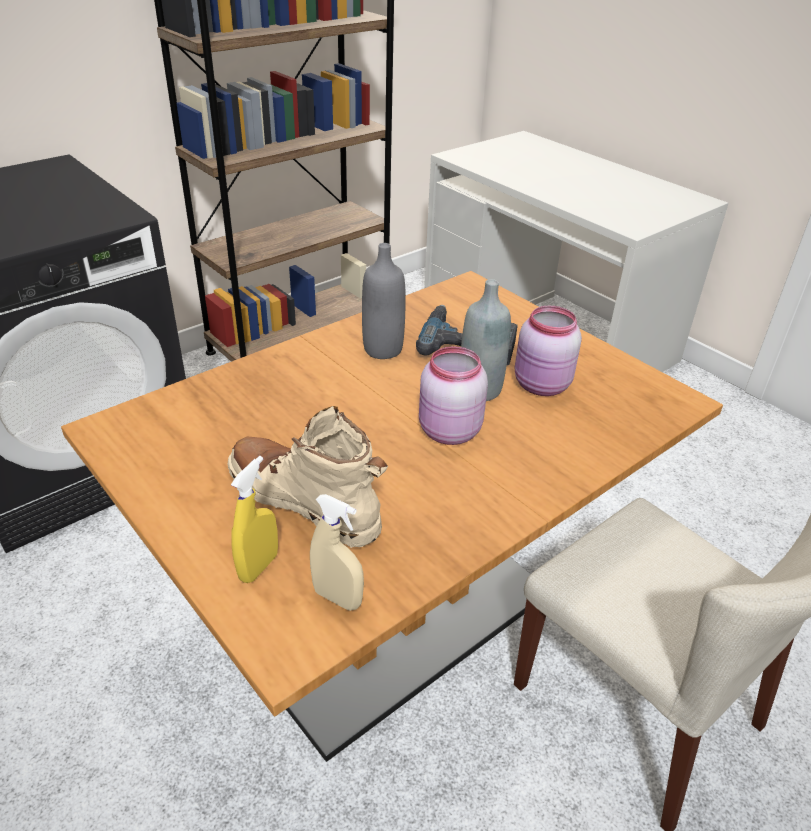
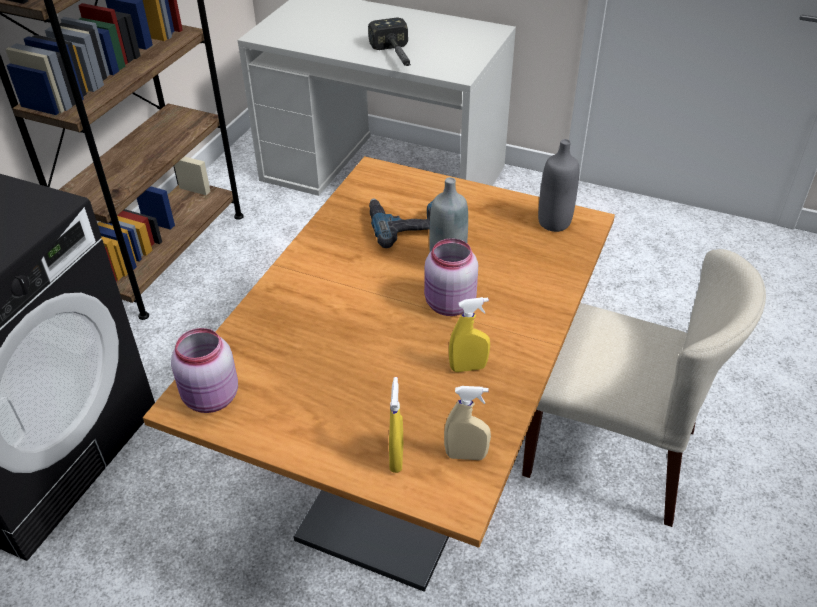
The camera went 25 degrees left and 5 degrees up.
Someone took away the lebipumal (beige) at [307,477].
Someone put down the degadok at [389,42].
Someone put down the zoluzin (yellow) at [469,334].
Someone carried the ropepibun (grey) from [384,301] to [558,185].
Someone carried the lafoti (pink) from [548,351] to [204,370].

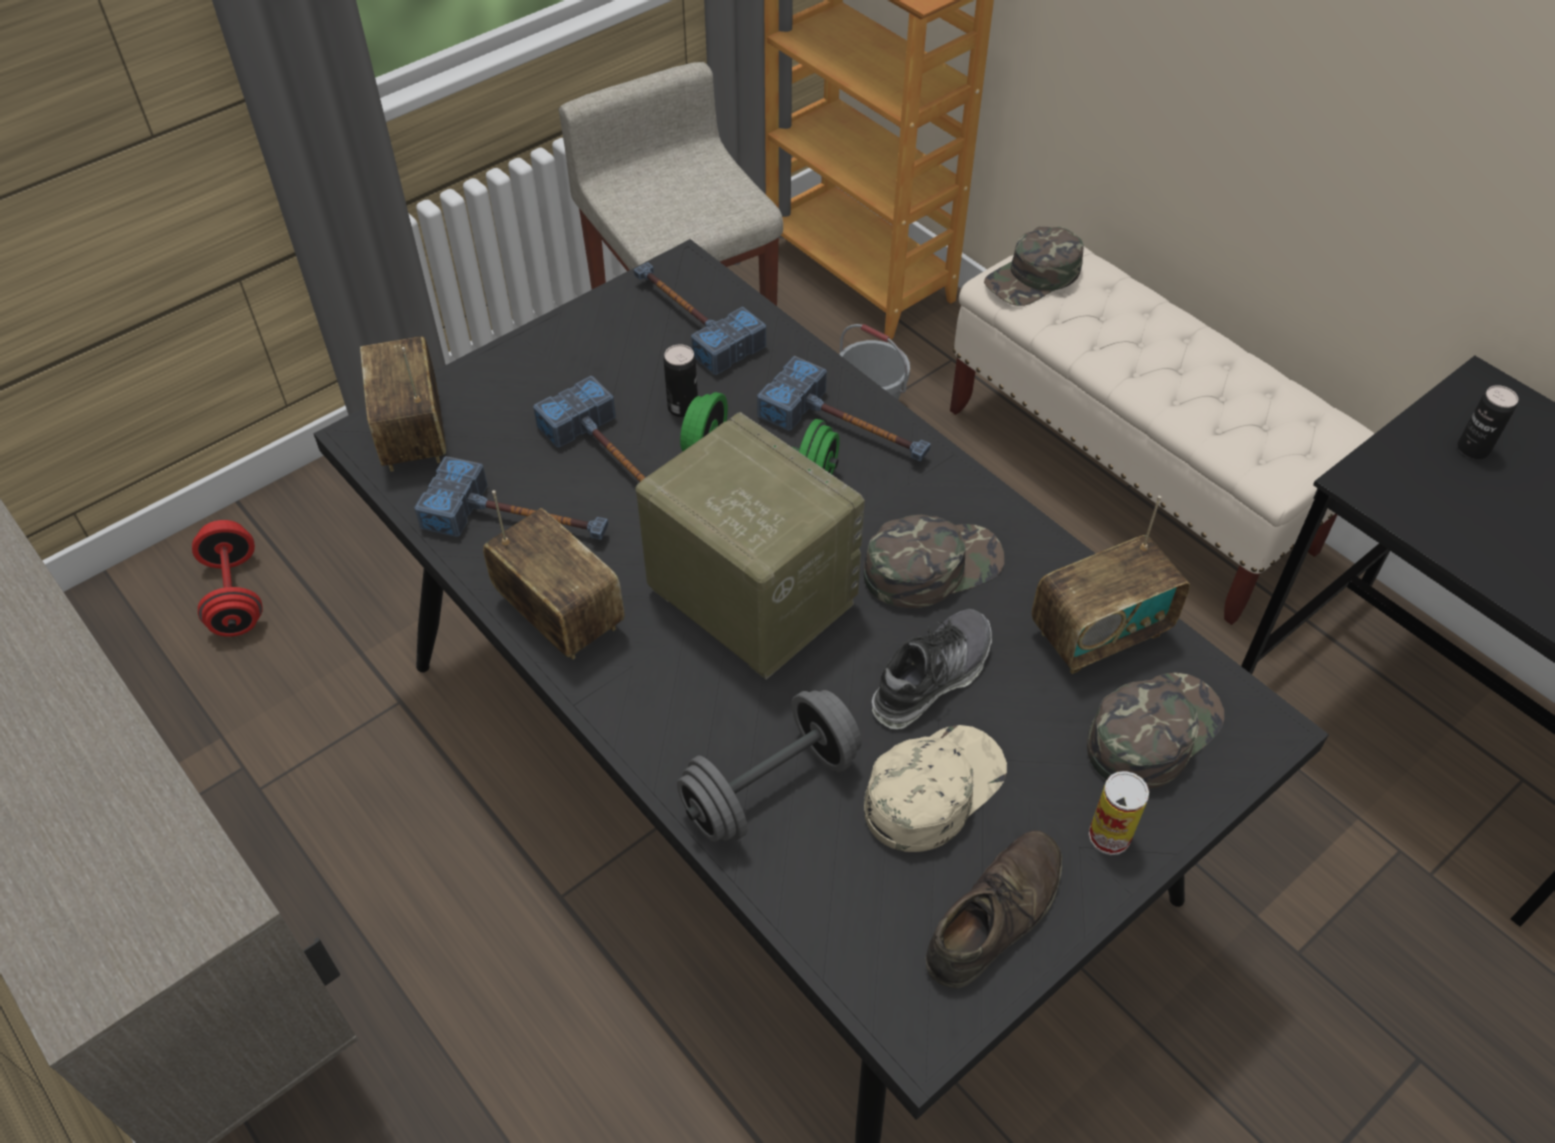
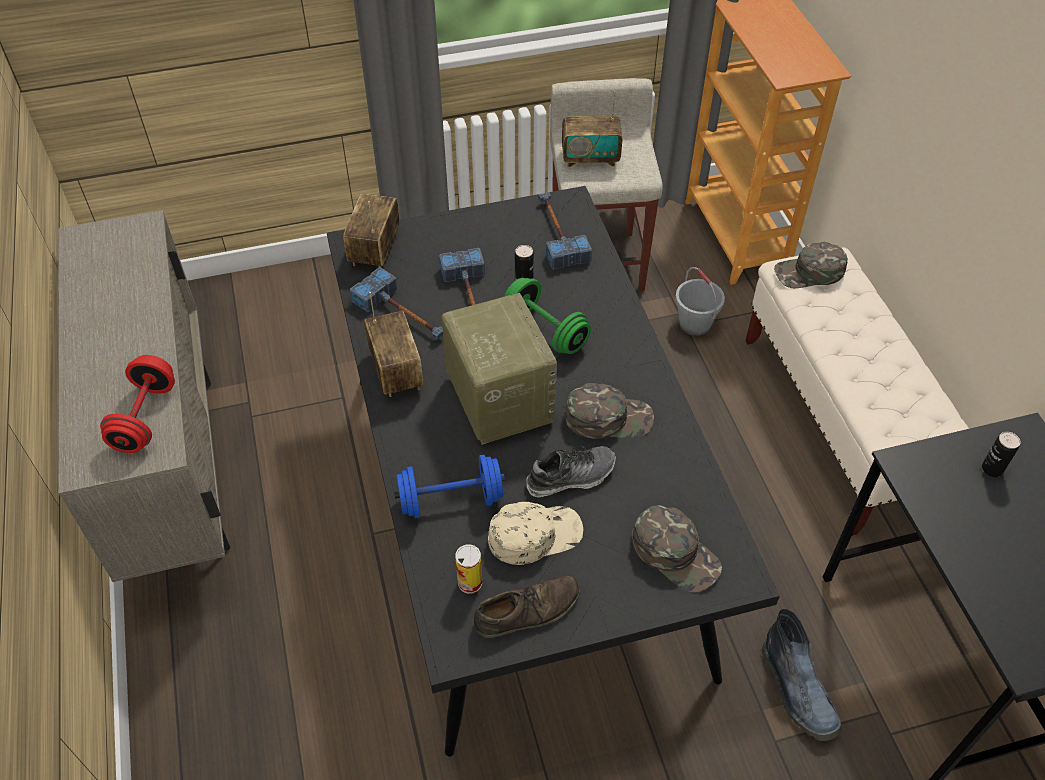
The camera went 25 degrees right and 0 degrees up.
Someone took away the degadok at [844,408].
Someone put down the lebipumal at [801,675].
Someone carried the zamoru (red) from [227,578] to [137,404].
Someone carried the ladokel from [1111,584] to [592,129].
Someone carried the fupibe from [1118,813] to [468,569].
Someone repainted the zamoru (grey) at [769,766], which became the zamoru (blue) at [449,486].
Someone rotated the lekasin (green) at [1155,730] by 60 degrees clockwise.

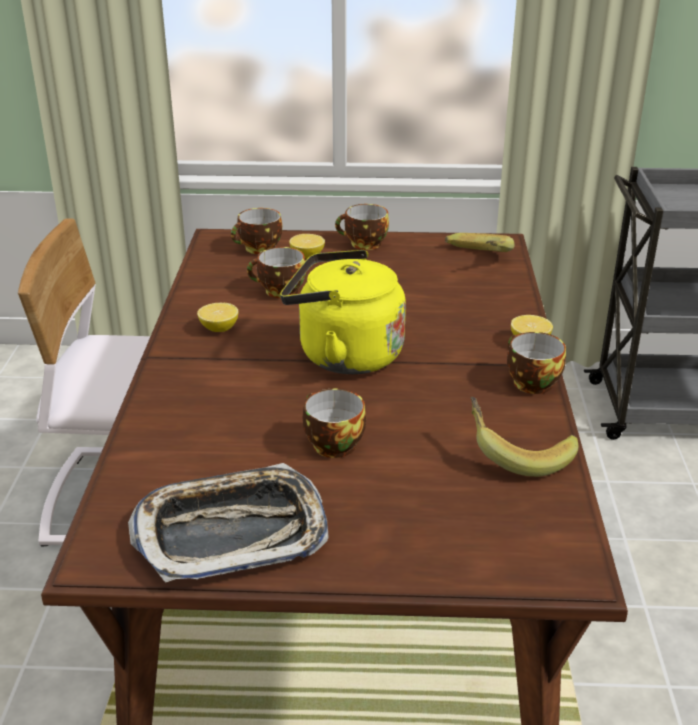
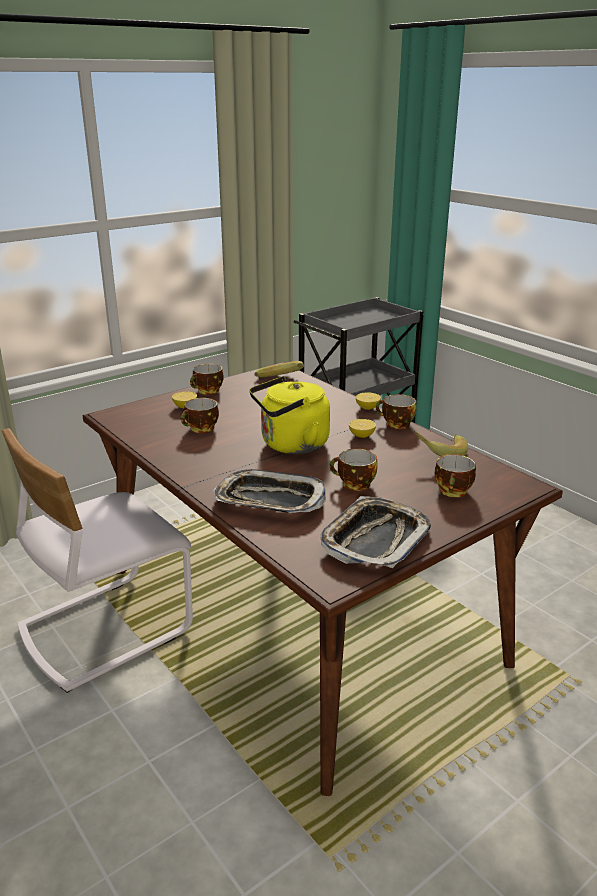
The camera went 40 degrees left and 5 degrees down.
Someone put down the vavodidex at [269,491].
Someone carried the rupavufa from [217,317] to [362,428].
Someone carried the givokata from [256,231] to [455,475].

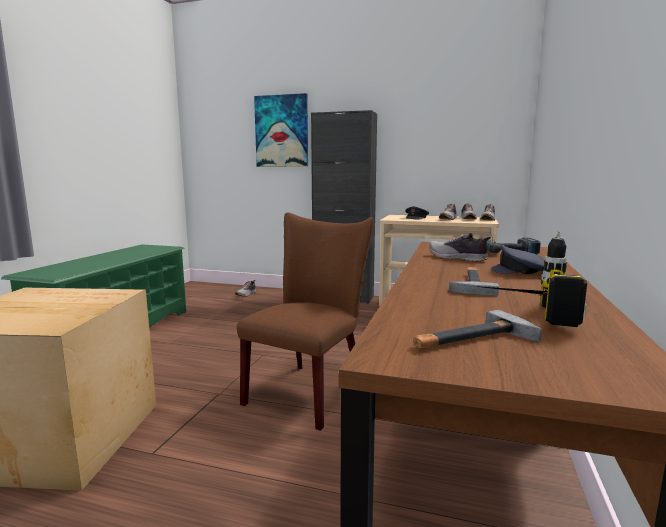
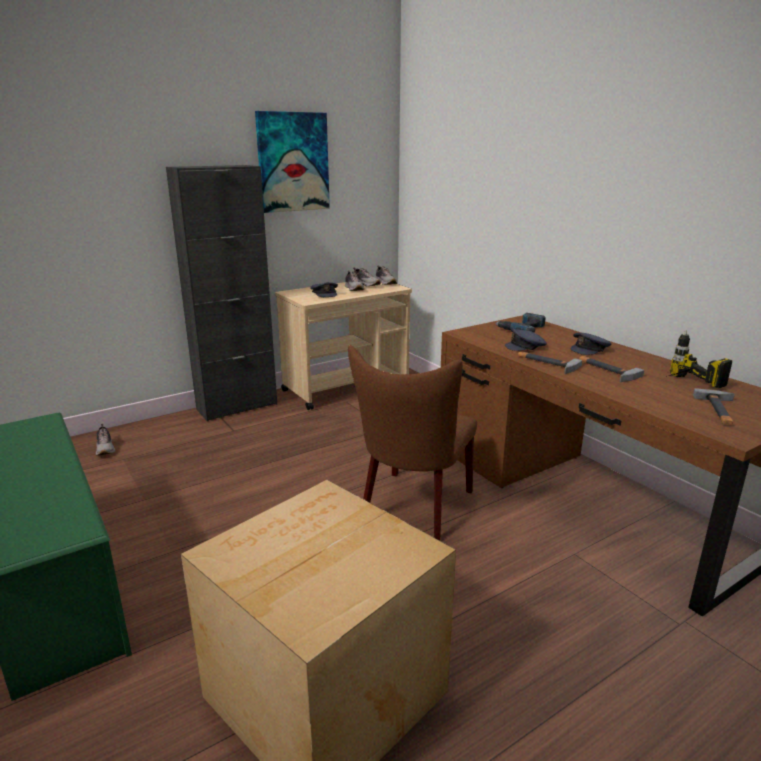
The camera went 50 degrees left and 10 degrees up.
Someone put down the degadok at [550,362].
Someone carried the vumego from [281,130] to [292,162].
Someone swapped the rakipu at [460,247] for the lekasin (grey) at [526,339].
Someone rotated the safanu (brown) at [305,321] by 135 degrees counterclockwise.

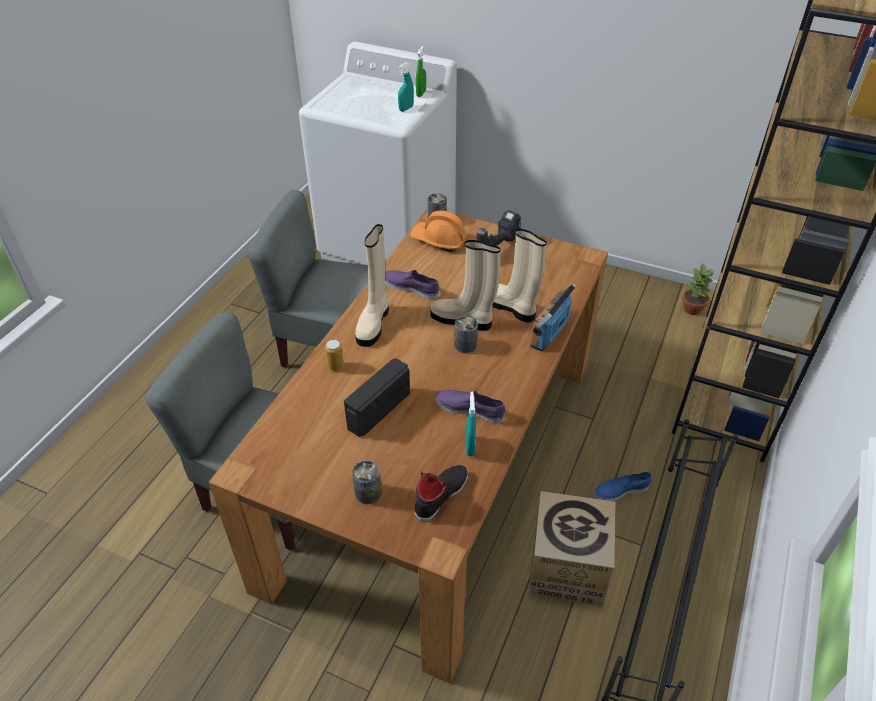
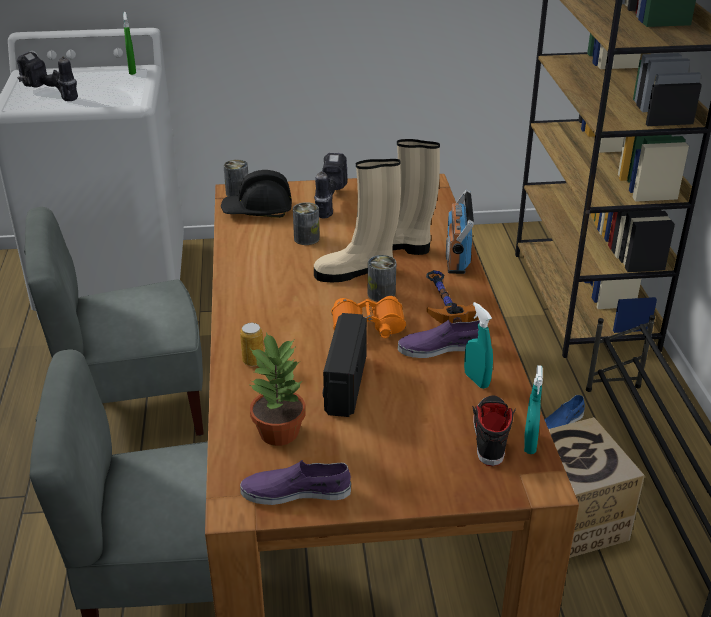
The camera went 30 degrees left and 10 degrees down.
Someone took away the lebipumal (beige) at [372,285].
Someone put down the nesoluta at [47,76].
Someone put down the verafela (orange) at [368,317].
Someone put down the degadok at [452,297].
Someone carried the fupibe from [367,482] to [306,223].
Someone carried the rakipu (purple) from [412,284] to [295,482].
Someone carried the zoluzin (turquoise) from [406,87] to [533,409].
Someone carried the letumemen from [698,289] to [278,389].
Someone repainted the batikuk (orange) at [439,231], which became the batikuk (black) at [256,194].

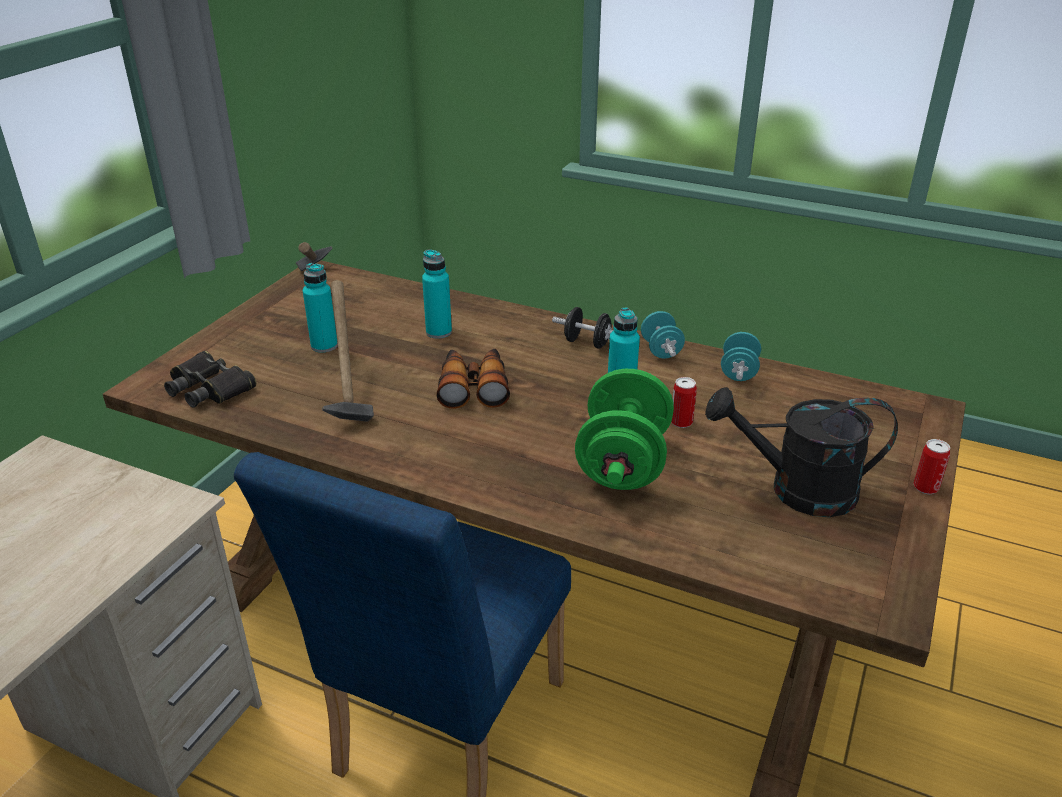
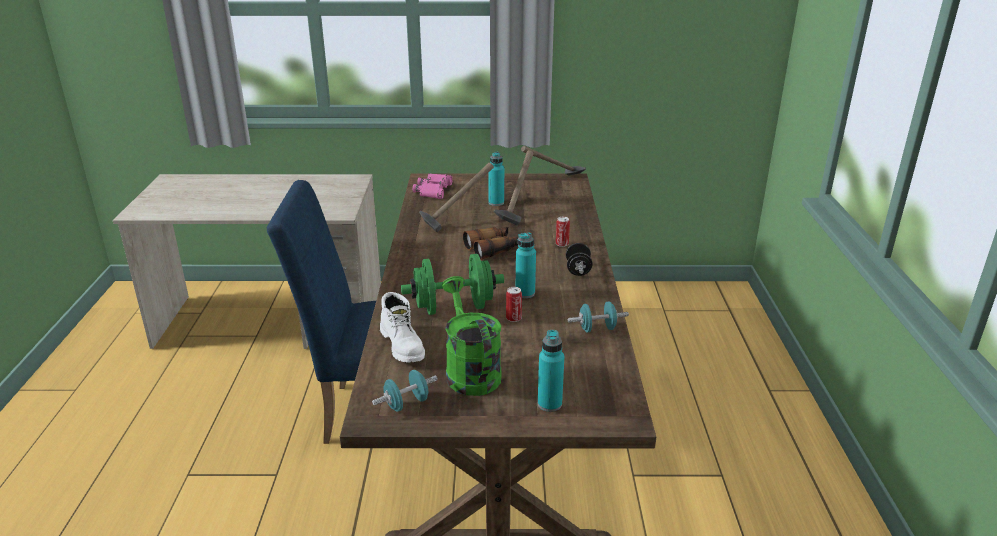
The camera went 65 degrees right and 5 degrees down.
Someone put down the lebipumal (white) at [402,327].
Someone put down the degadok at [514,188].
Someone carried the ropepibun (turquoise) from [437,294] to [551,371].
Someone carried the zamoru (turquoise) from [663,334] to [405,391].
Someone carried the fupibe from [931,466] to [563,232].
Someone repainted the verafela (black) at [210,379], which became the verafela (pink) at [433,186].
Someone repainted the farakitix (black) at [801,452], which became the farakitix (green) at [472,336].

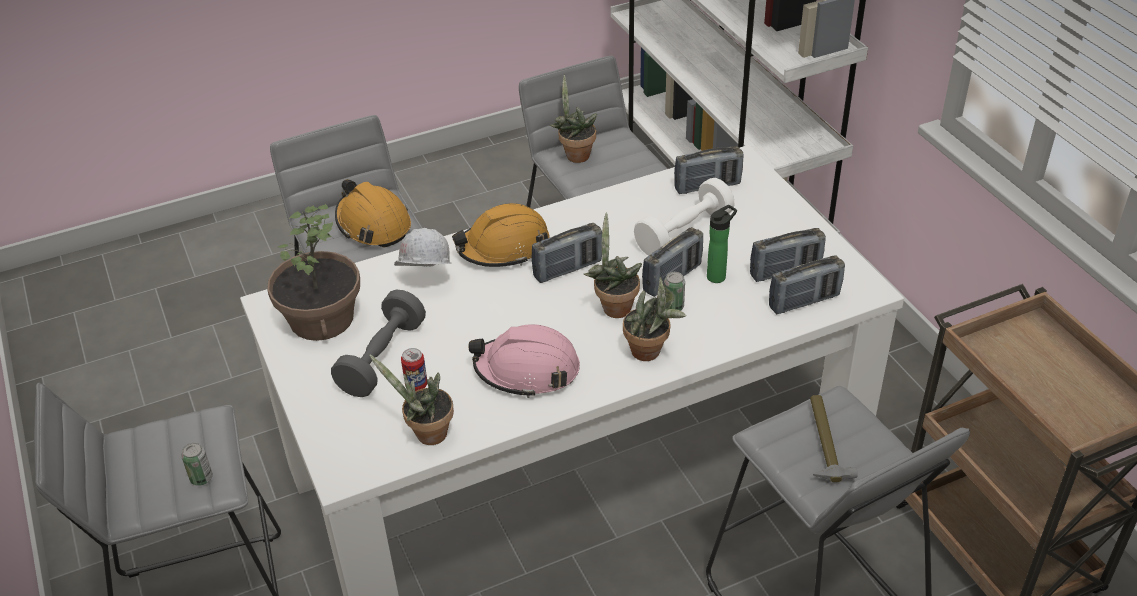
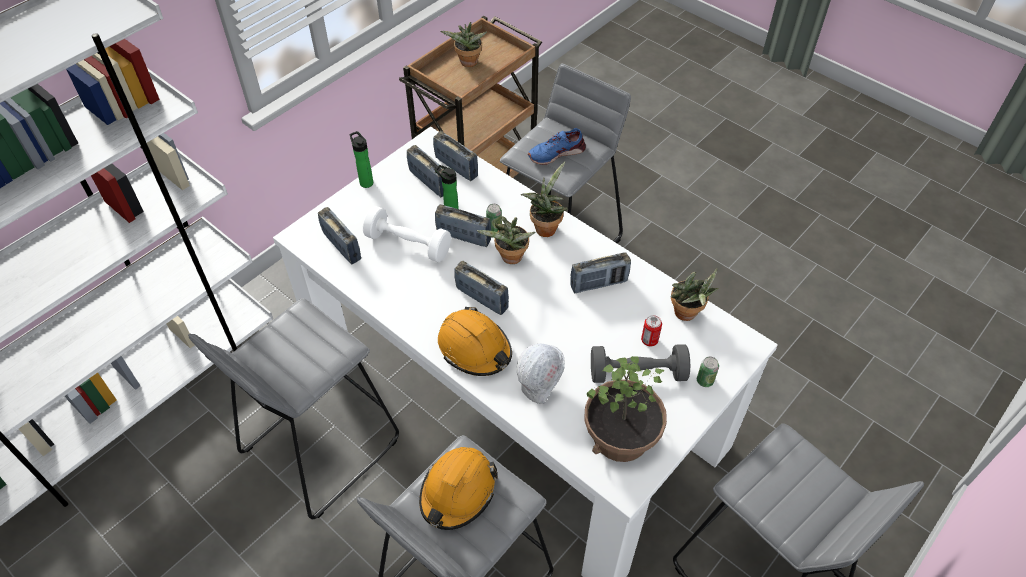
The camera went 115 degrees left and 10 degrees up.
Someone put down the ropepibun at [361,159].
Someone carried the fupibe from [197,464] to [708,372].
Someone carried the letumemen from [573,119] to [463,44].
Someone swapped the batikuk (pink) at [524,361] for the ladokel at [600,273].
Someone swapped the degadok at [834,439] for the rakipu (blue) at [557,146].

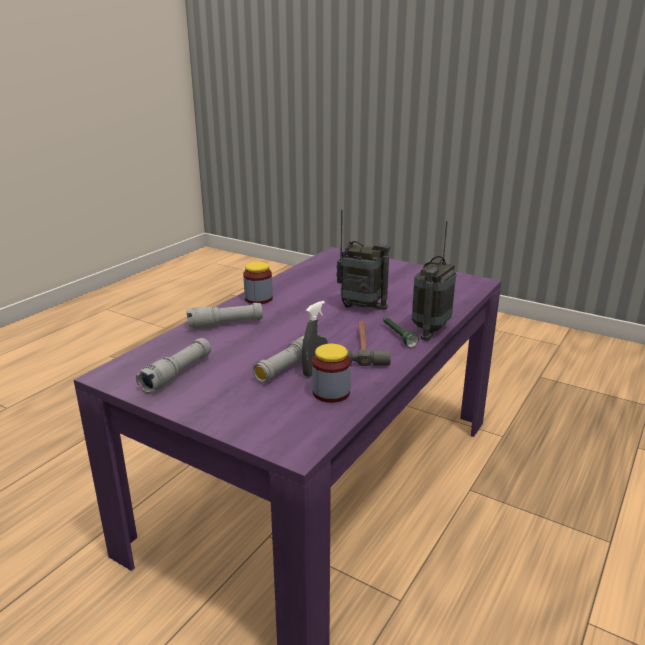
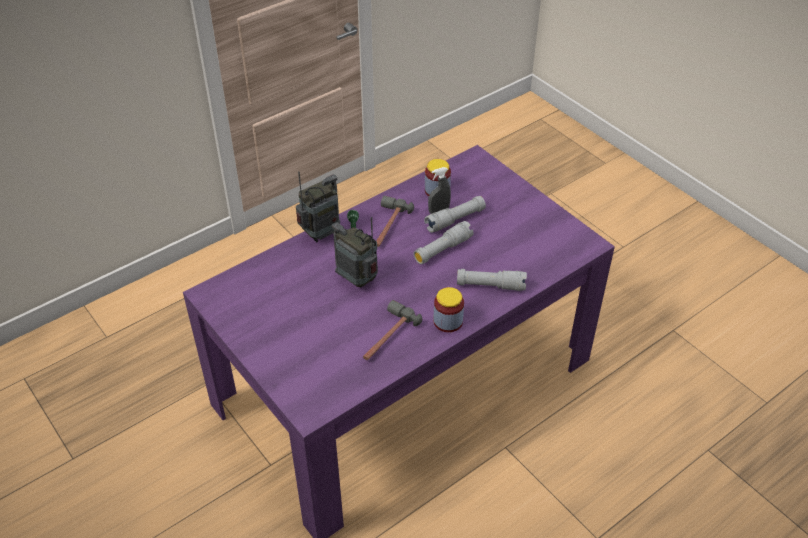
The camera went 160 degrees left and 20 degrees up.
Someone put down the degadok at [392,330].
Someone carried the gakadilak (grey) from [173,366] to [444,242].

